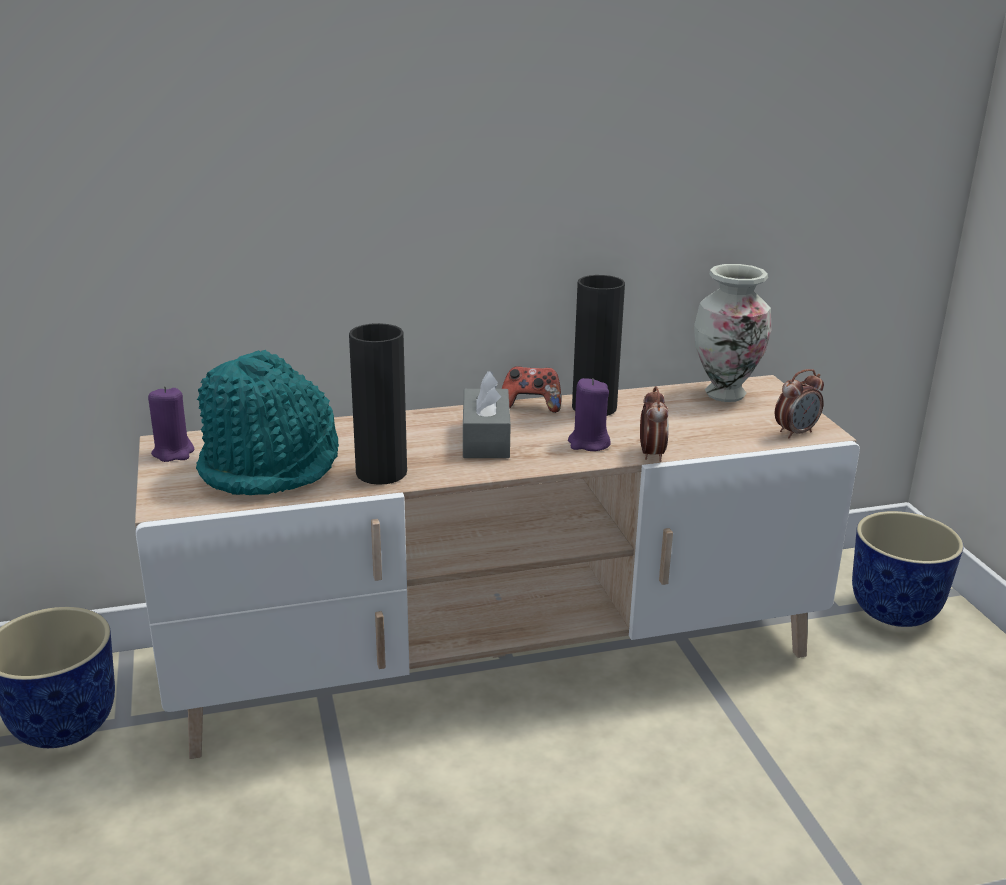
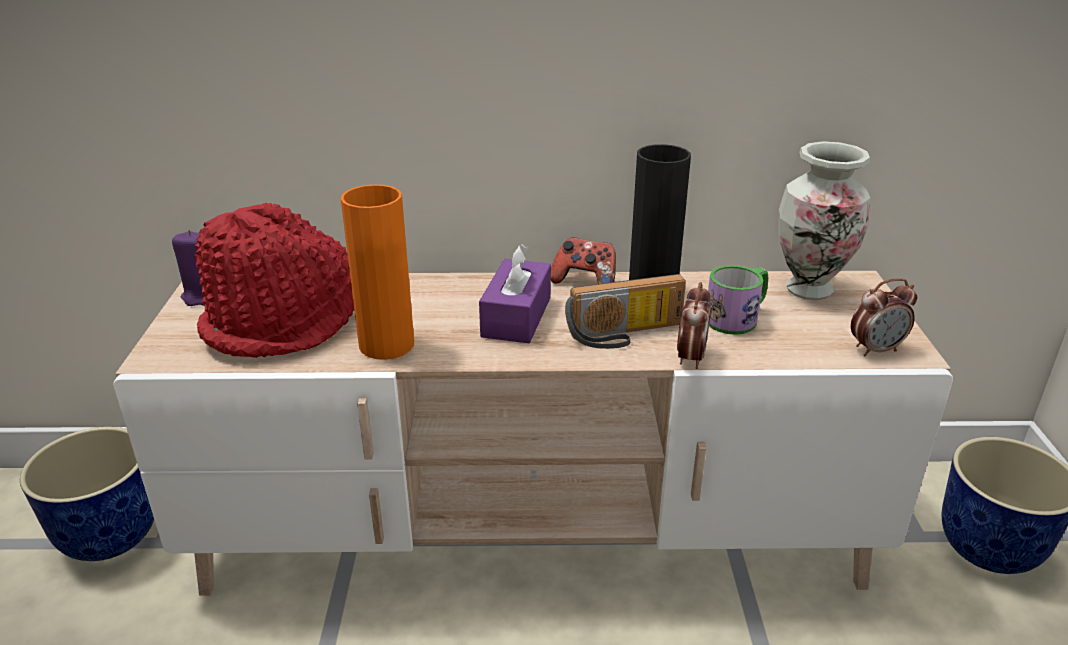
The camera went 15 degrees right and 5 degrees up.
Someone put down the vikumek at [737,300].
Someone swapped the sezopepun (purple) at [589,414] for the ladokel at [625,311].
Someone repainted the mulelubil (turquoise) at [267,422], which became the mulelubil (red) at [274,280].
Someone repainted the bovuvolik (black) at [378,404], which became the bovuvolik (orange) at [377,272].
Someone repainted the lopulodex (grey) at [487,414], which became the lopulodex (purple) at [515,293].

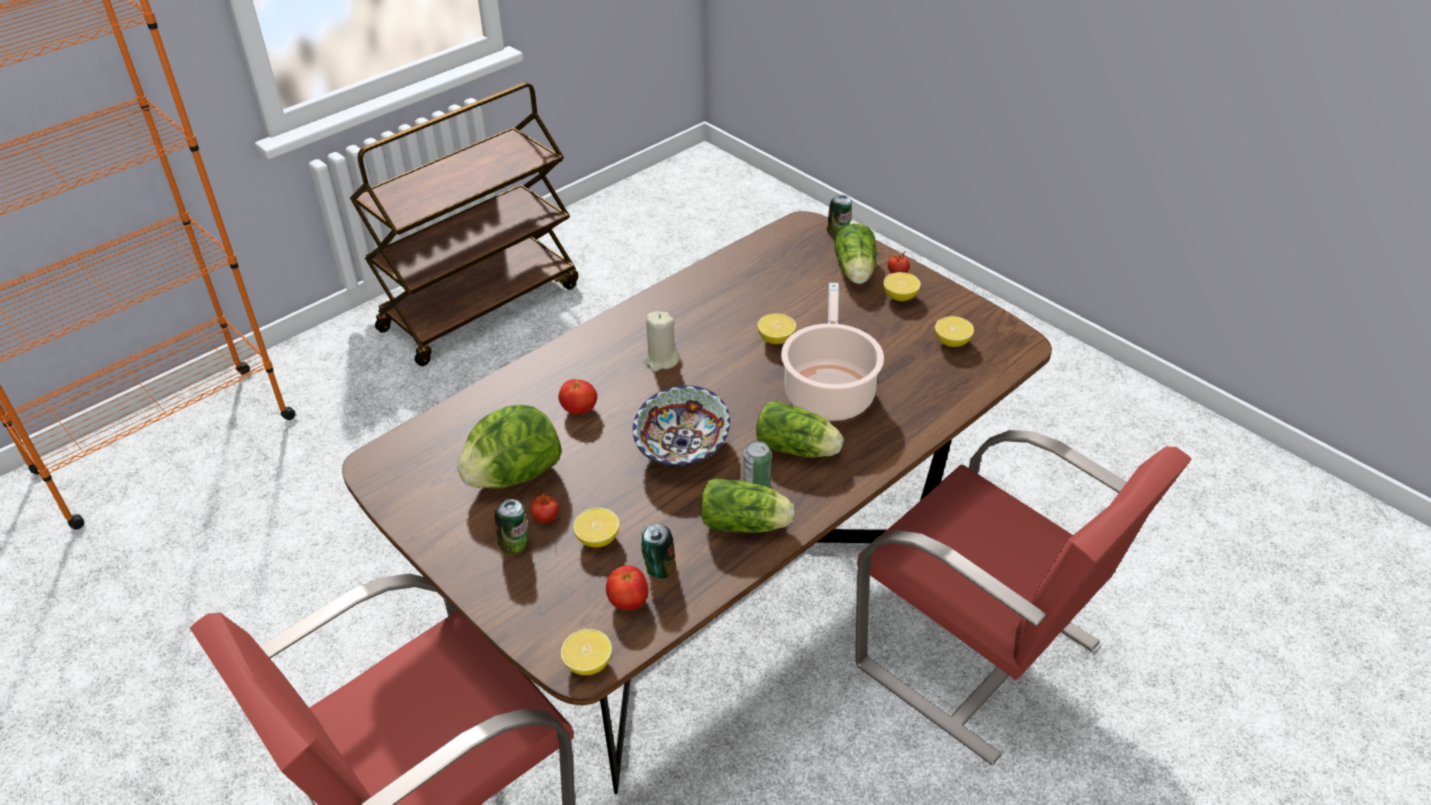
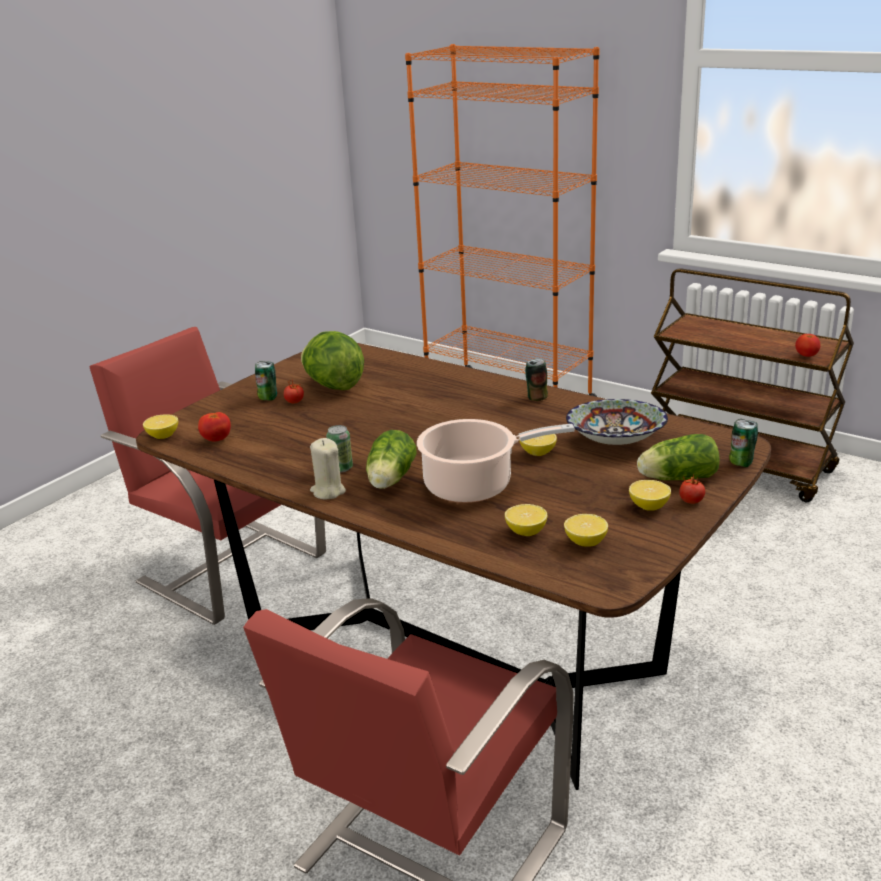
The camera went 80 degrees right and 15 degrees down.
Someone took away the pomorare at [748,505].
Someone carried the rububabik from [577,397] to [808,345].
Someone carried the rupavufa from [596,527] to [526,520].
Someone carried the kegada from [681,425] to [617,422].
Someone carried the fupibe from [658,551] to [536,379].
Someone carried the sezopepun (beige) from [662,341] to [328,469].

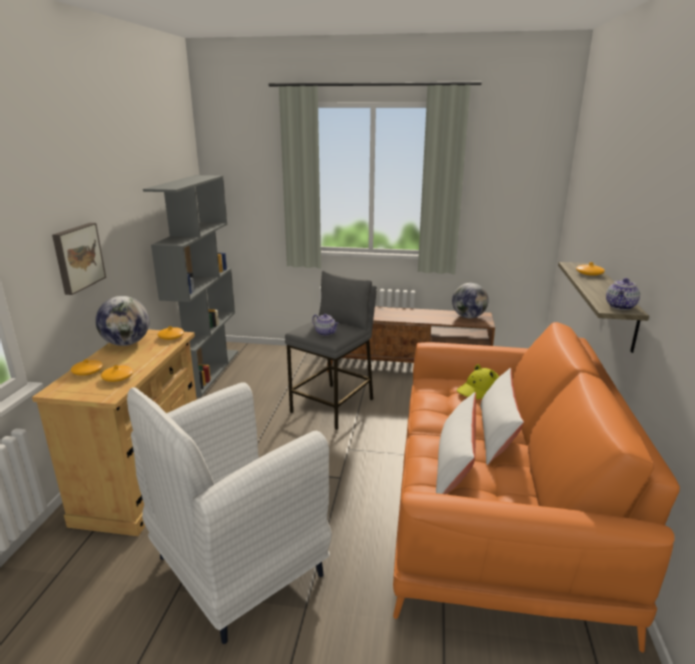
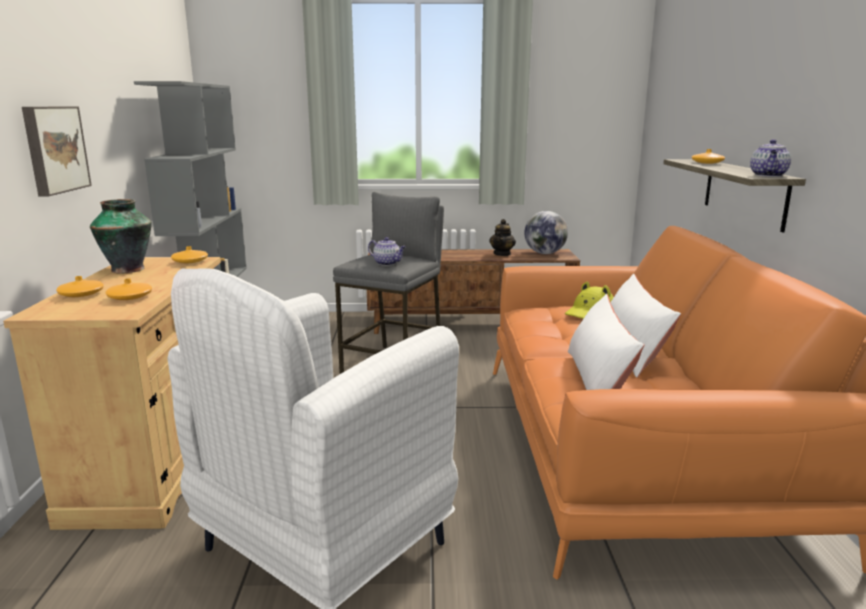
The camera went 10 degrees left and 5 degrees down.
Someone put down the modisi at [502,237].
Someone swapped the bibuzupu at [122,321] for the bovuvolik at [121,236].

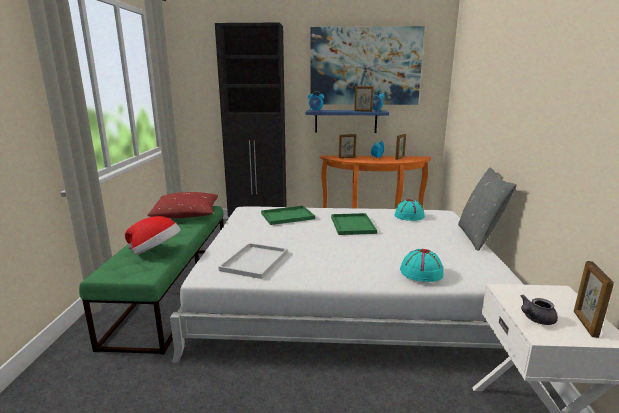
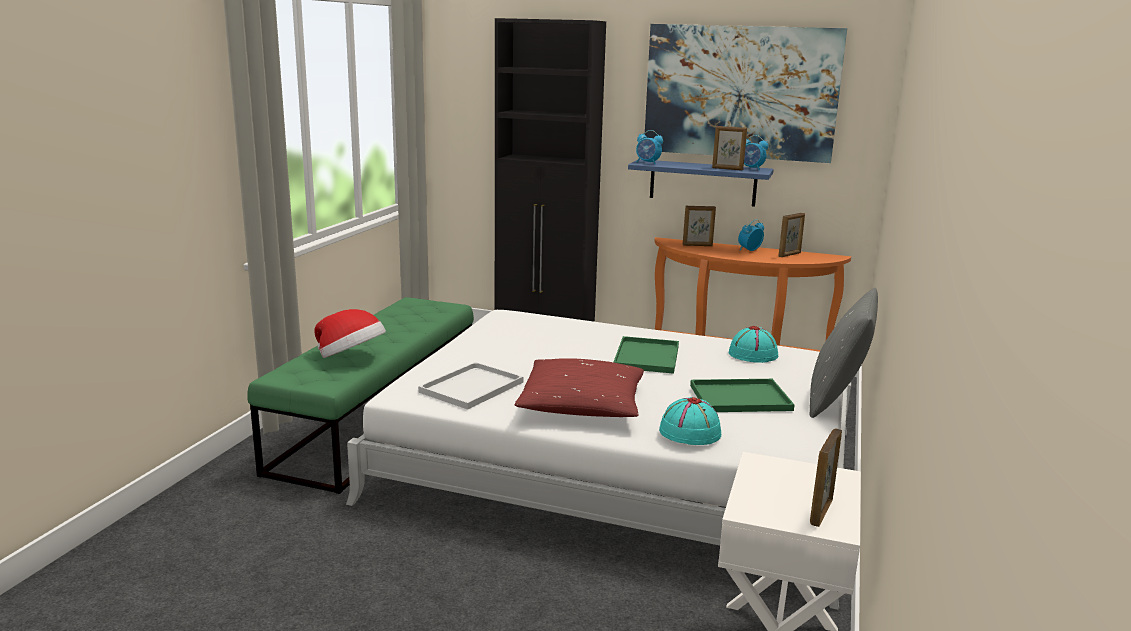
The camera went 15 degrees right and 0 degrees up.
Someone took away the modisi (grey) at [539,309].
Someone carried the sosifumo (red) from [182,205] to [579,387].
Someone carried the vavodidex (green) from [288,215] to [742,395].

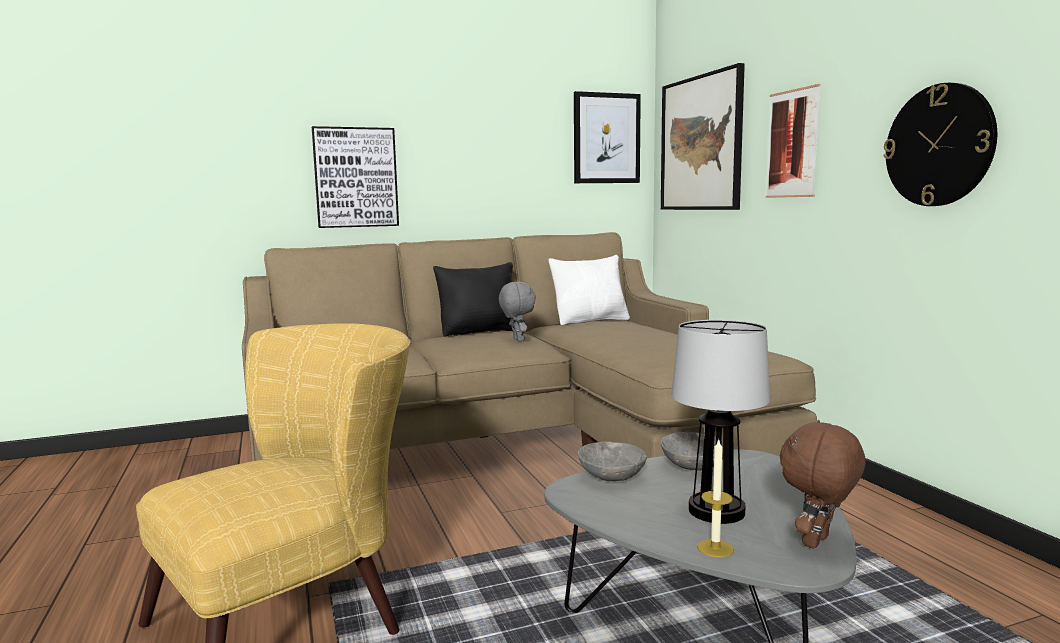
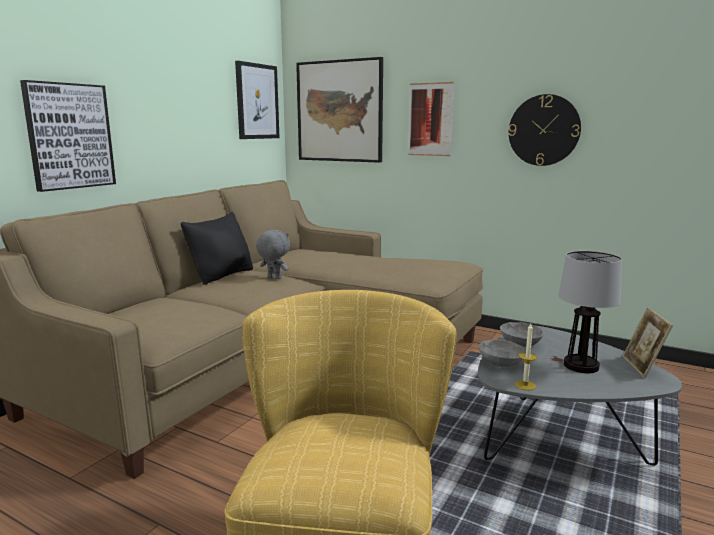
The camera went 40 degrees left and 5 degrees up.
Someone took away the sosifumo (white) at [589,290].
Someone carried the sezopepun from [715,497] to [526,357].
Someone swapped the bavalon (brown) at [823,484] for the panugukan at [647,342].

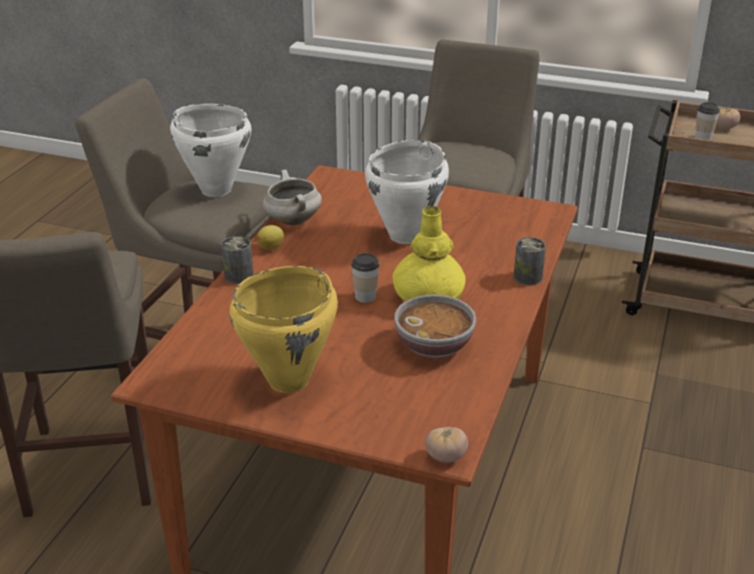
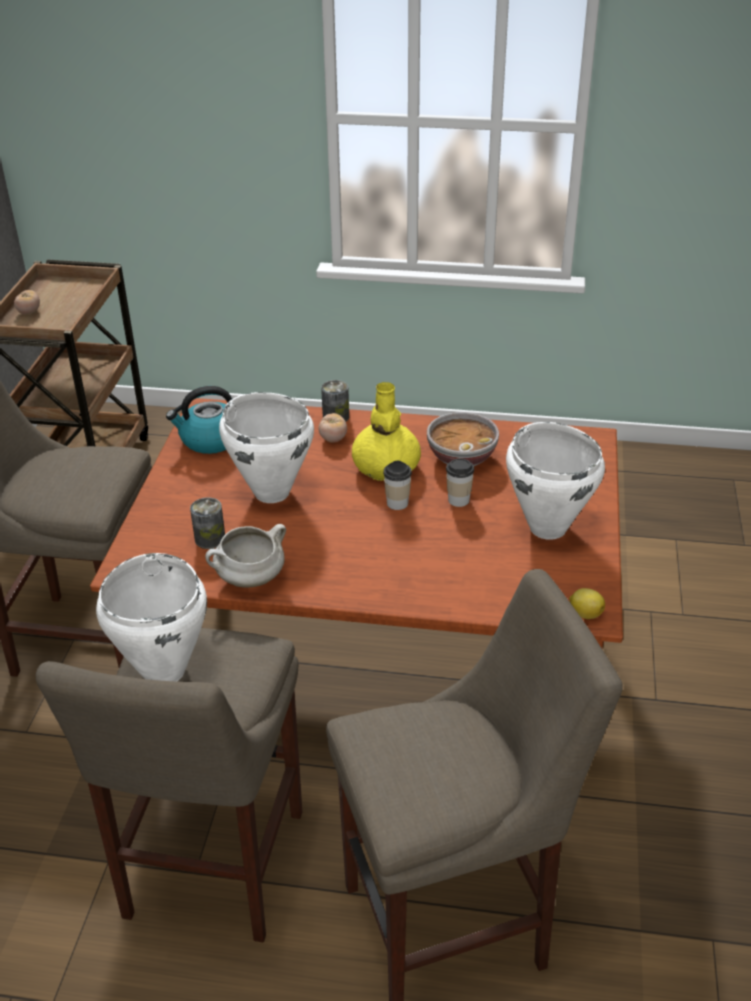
The camera went 100 degrees left and 5 degrees up.
Someone put down the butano at [199,420].
Someone carried the fupibe from [237,260] to [207,523].
Someone carried the rupavufa from [270,237] to [587,603].
Someone carried the rububabik from [446,445] to [332,427].
Someone carried the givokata from [707,121] to [460,482].
Someone repainted the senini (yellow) at [283,329], which became the senini (white) at [555,481].

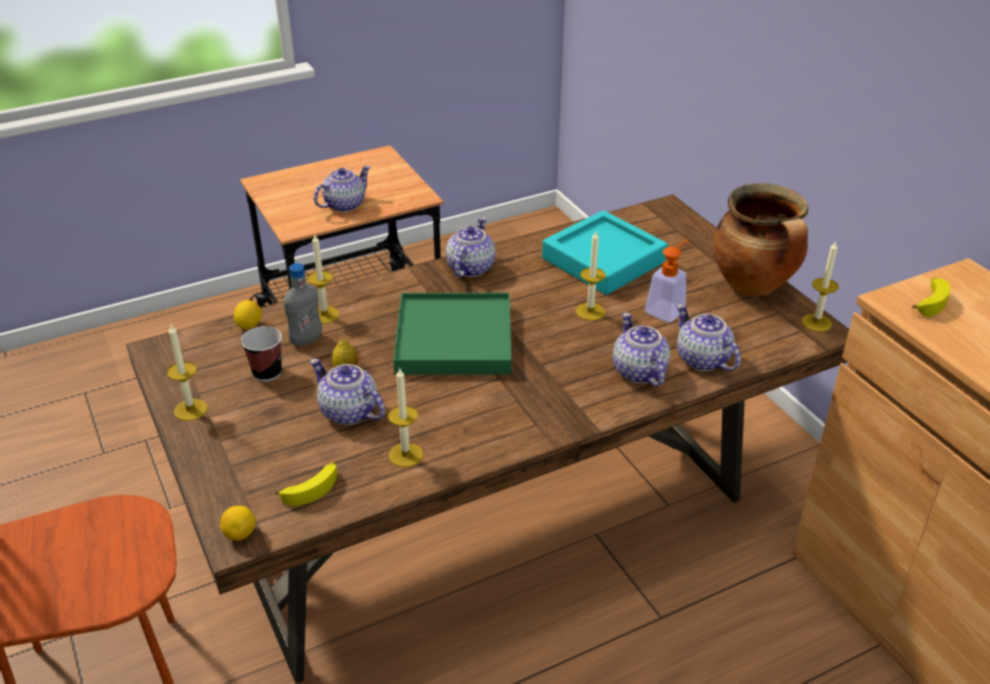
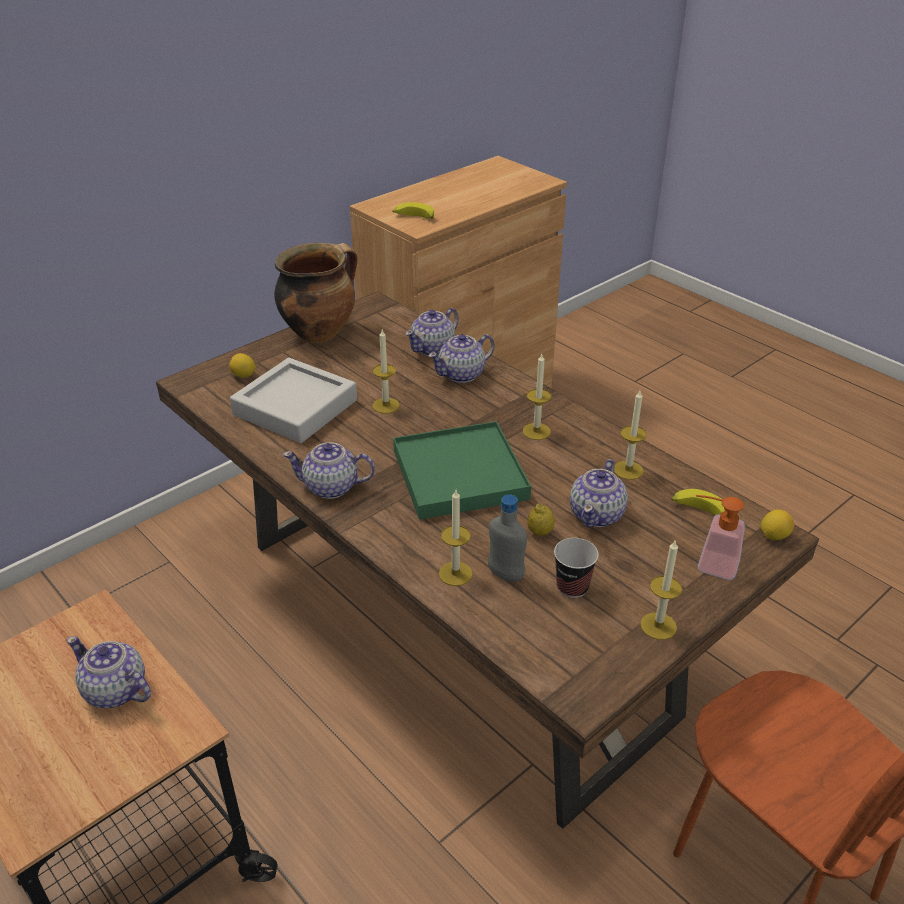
The camera went 105 degrees left and 0 degrees up.
Someone carried the rupavufa from [248,315] to [242,365].
Someone carried the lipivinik from [667,281] to [720,537].
Someone carried the sezopepun from [820,286] to [537,397].
Someone repainted the vavodidex (turquoise) at [605,252], which became the vavodidex (grey) at [293,400].

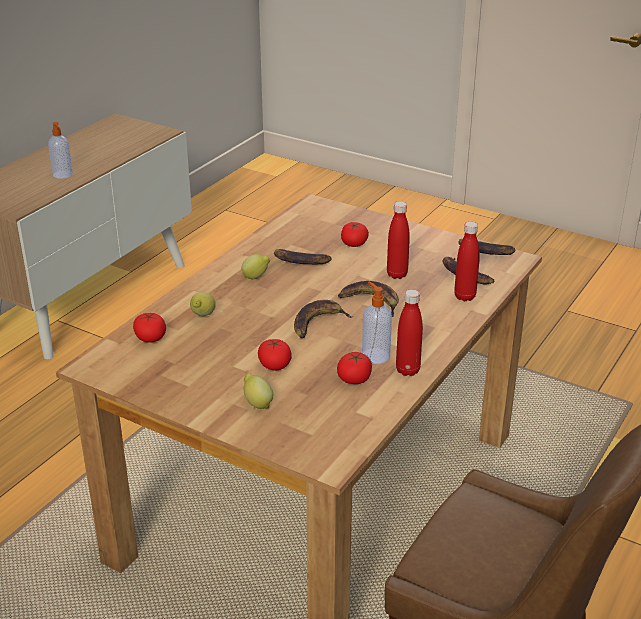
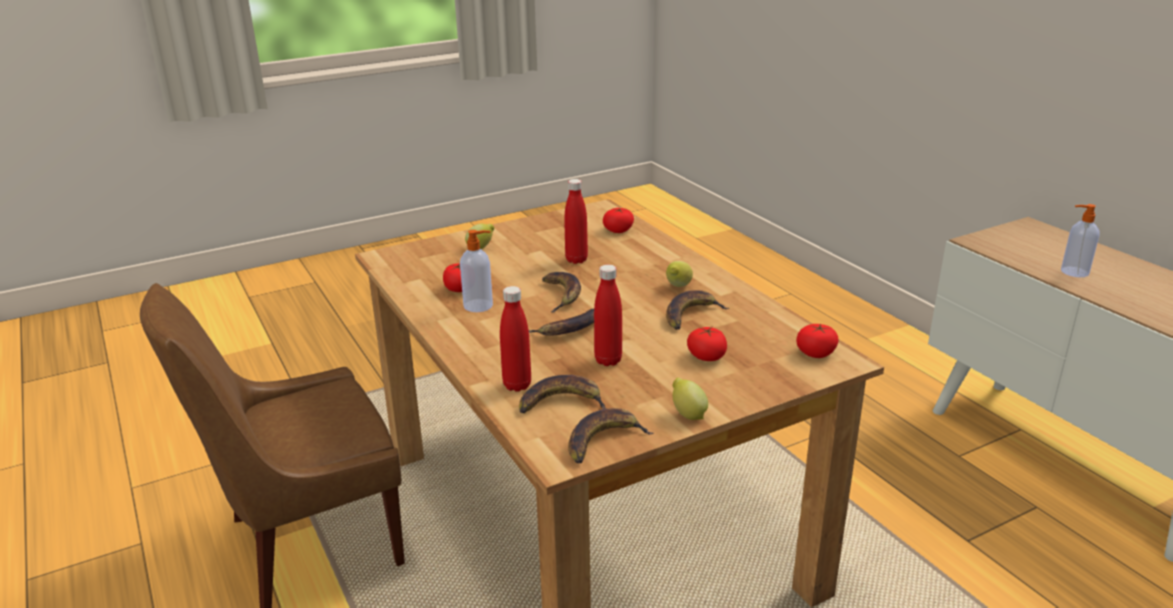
The camera went 120 degrees right and 5 degrees down.
Someone carried the rupavufa from [203,304] to [690,399].
Someone carried the rububabik from [275,354] to [817,341].
Someone carried the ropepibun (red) from [409,332] to [576,221].

